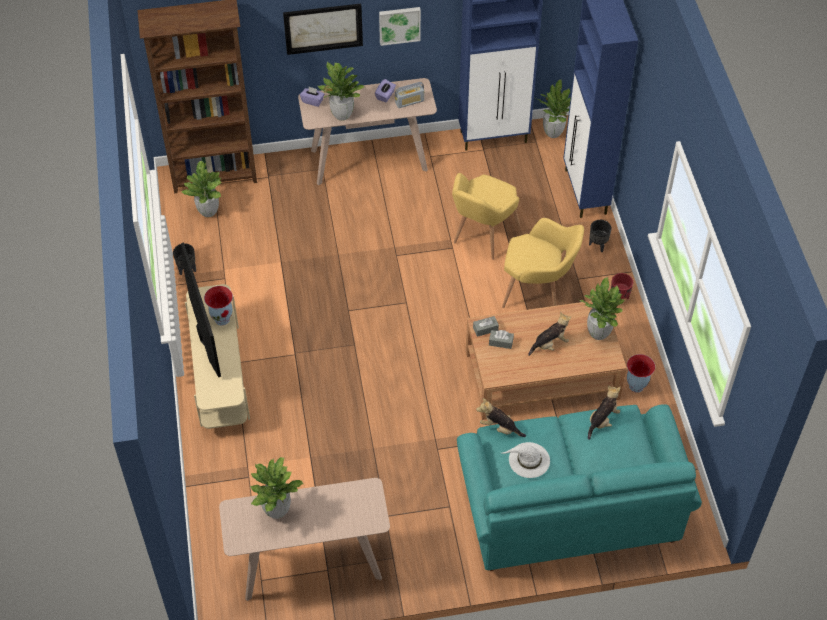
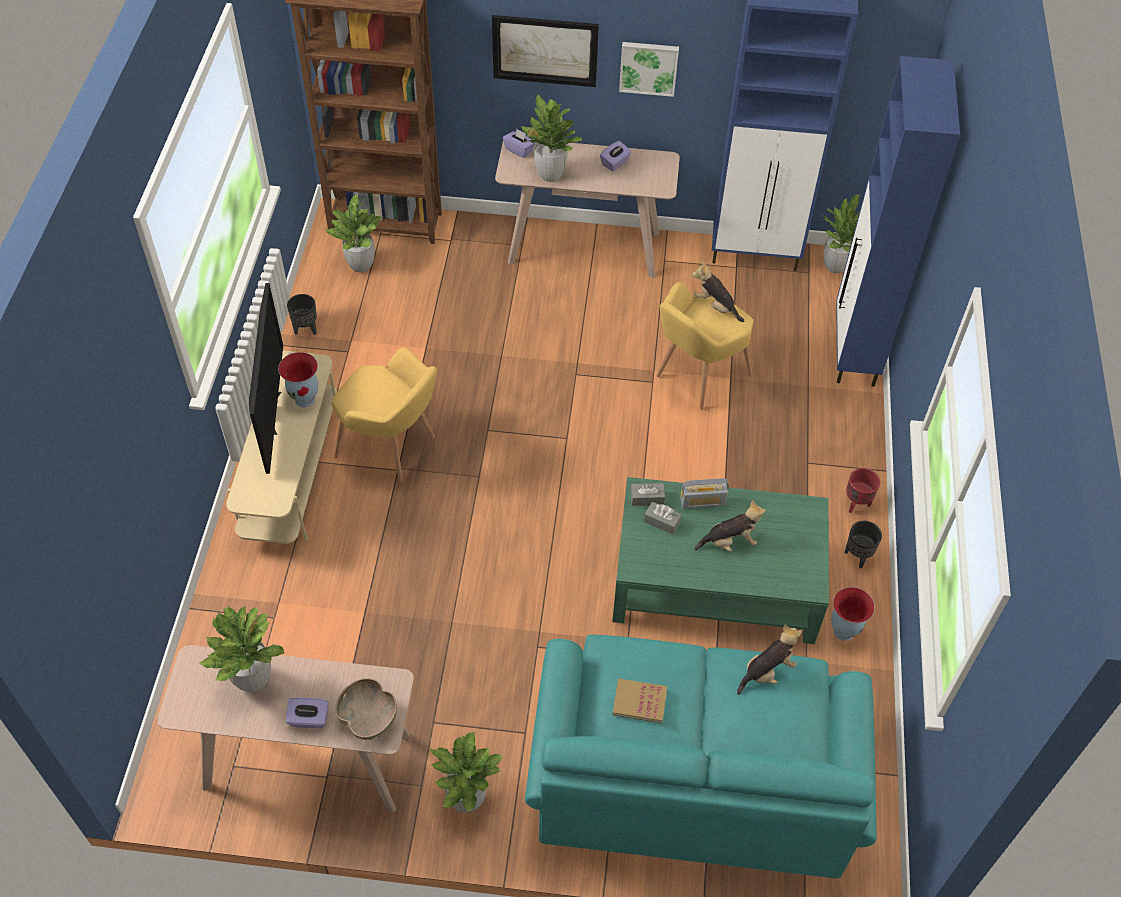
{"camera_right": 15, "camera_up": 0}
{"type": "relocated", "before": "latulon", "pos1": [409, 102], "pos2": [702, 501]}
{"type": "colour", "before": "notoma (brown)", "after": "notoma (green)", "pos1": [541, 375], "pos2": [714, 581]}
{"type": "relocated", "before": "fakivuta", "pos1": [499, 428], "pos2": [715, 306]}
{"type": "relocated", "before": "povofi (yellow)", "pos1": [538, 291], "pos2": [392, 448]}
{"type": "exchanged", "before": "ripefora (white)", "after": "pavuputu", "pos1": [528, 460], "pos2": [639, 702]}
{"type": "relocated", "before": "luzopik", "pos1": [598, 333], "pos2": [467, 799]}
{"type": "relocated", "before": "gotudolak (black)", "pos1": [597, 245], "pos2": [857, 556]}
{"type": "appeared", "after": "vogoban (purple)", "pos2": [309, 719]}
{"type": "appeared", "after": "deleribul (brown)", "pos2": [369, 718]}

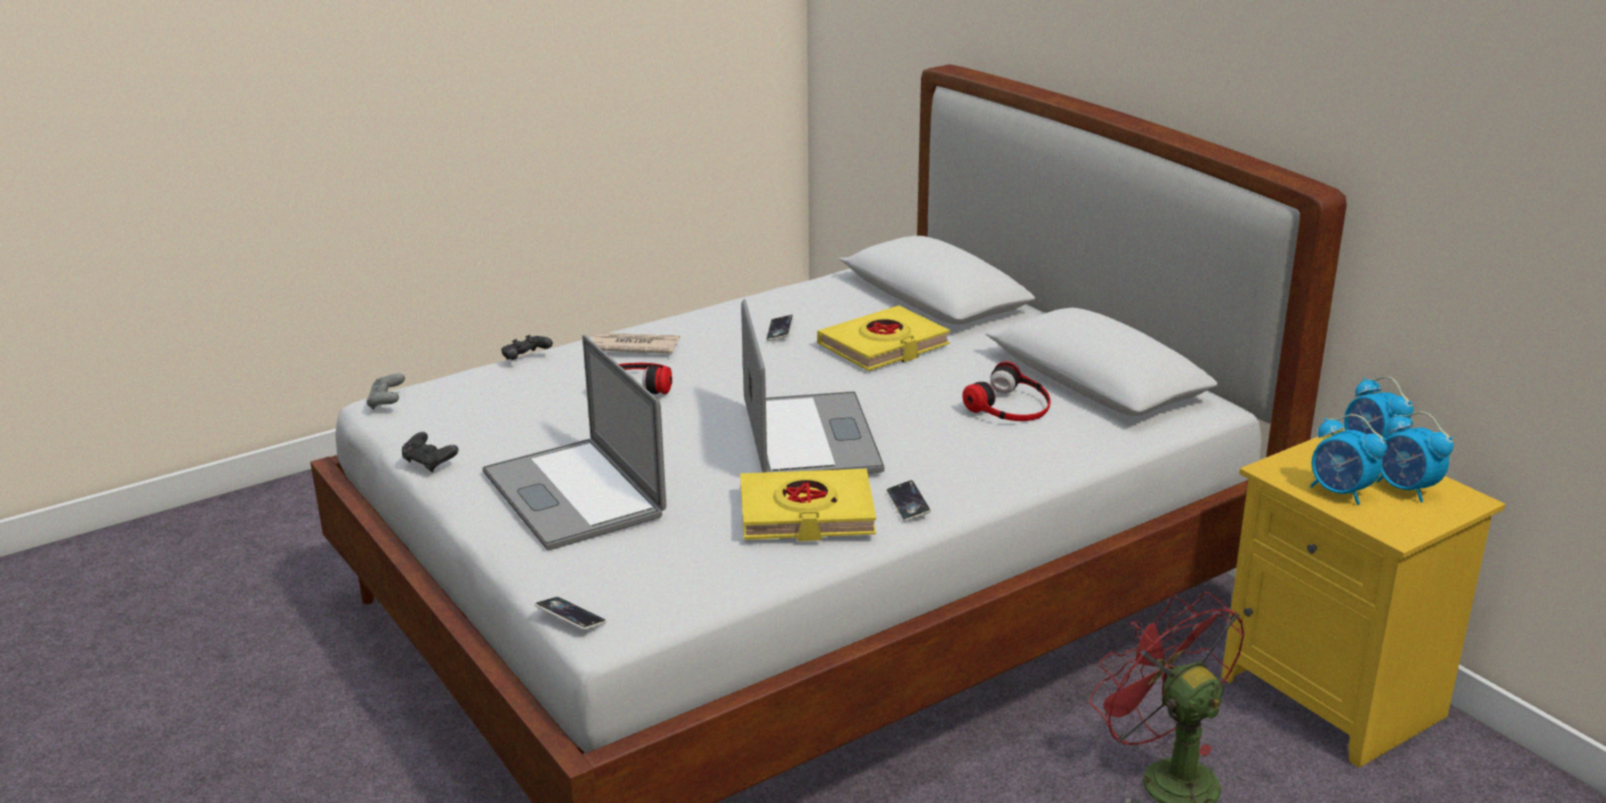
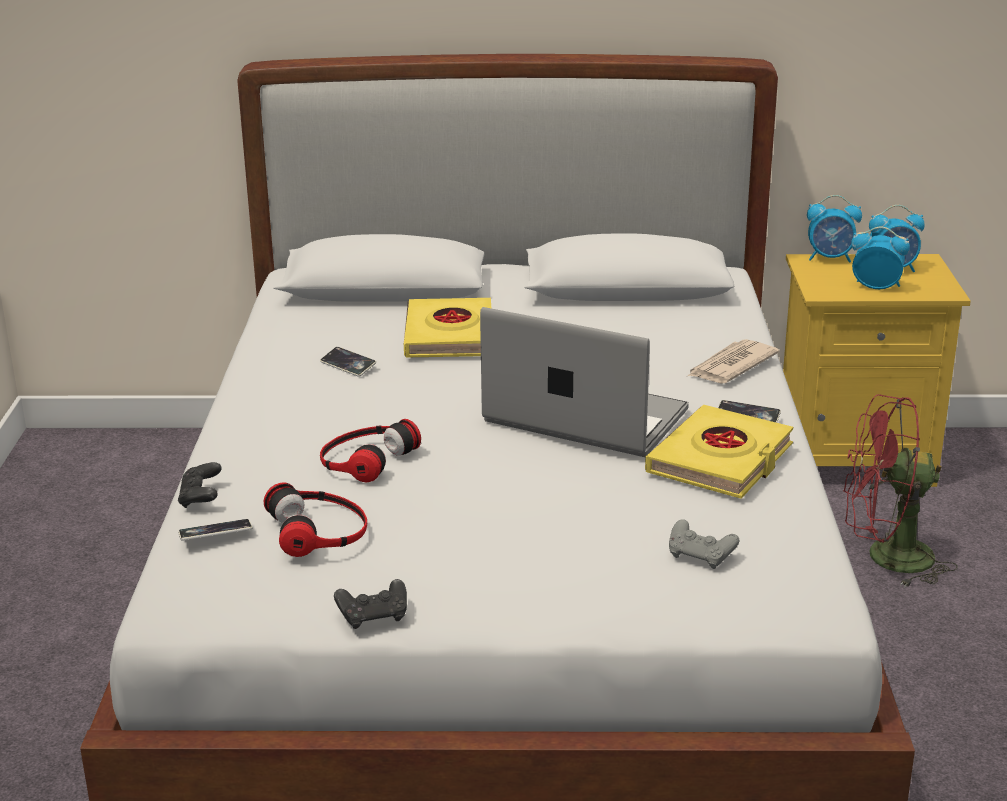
{"camera_right": -55, "camera_up": 0}
{"type": "relocated", "before": "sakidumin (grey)", "pos1": [387, 402], "pos2": [700, 557]}
{"type": "missing", "before": "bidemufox", "pos1": [573, 493]}
{"type": "relocated", "before": "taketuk", "pos1": [570, 617], "pos2": [215, 534]}
{"type": "relocated", "before": "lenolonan", "pos1": [634, 347], "pos2": [730, 366]}
{"type": "relocated", "before": "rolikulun", "pos1": [1011, 405], "pos2": [319, 529]}
{"type": "spun", "before": "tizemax", "pos1": [1340, 492], "pos2": [876, 287], "turn": -150}

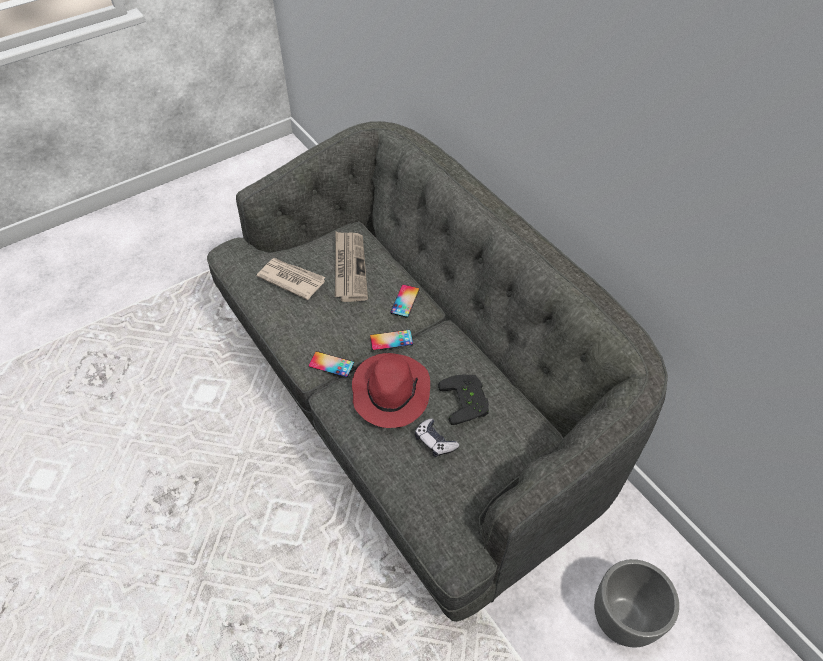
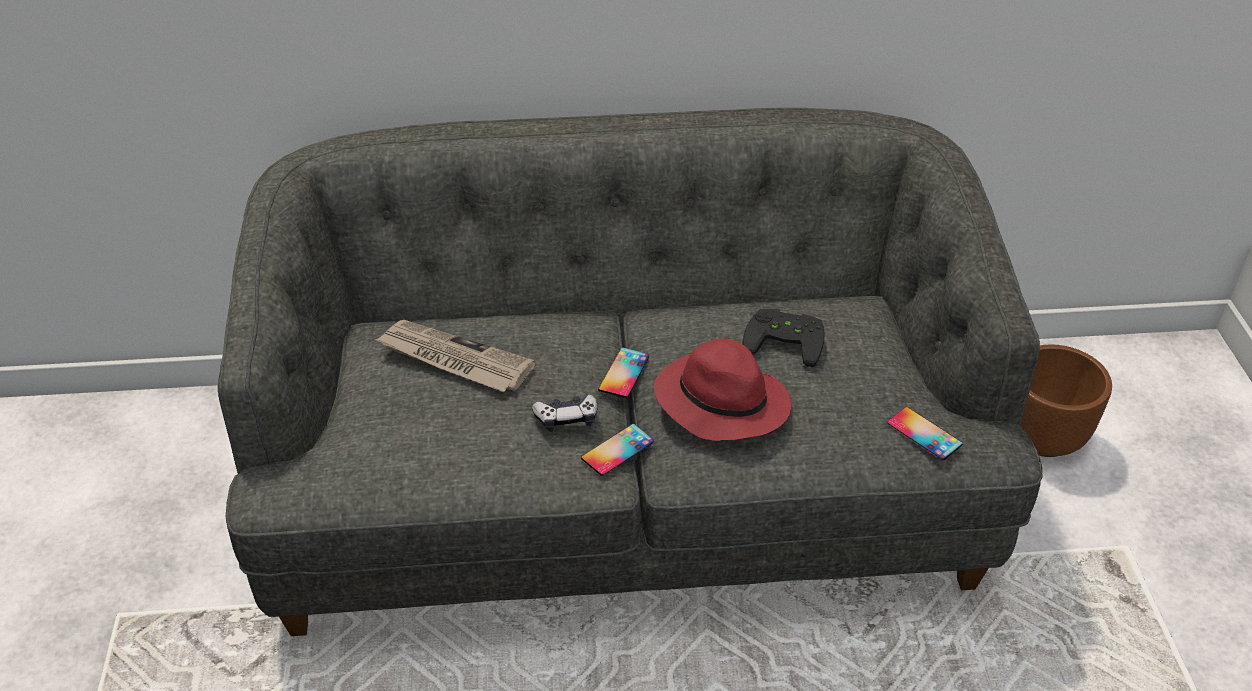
{"camera_right": -60, "camera_up": -10}
{"type": "missing", "before": "lenolonan", "pos1": [291, 279]}
{"type": "relocated", "before": "taketuk", "pos1": [405, 301], "pos2": [924, 433]}
{"type": "relocated", "before": "sakidumin", "pos1": [435, 441], "pos2": [566, 418]}
{"type": "colour", "before": "gotudolak (grey)", "after": "gotudolak (brown)", "pos1": [622, 617], "pos2": [1041, 438]}

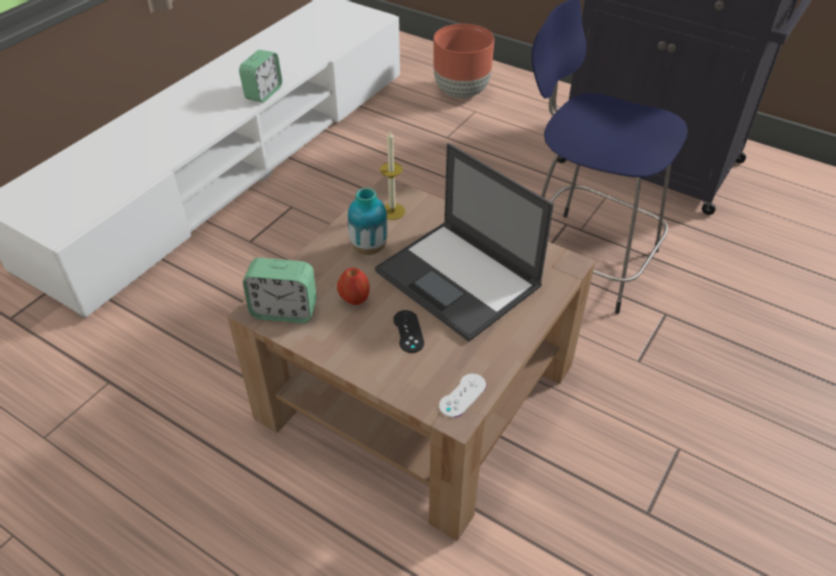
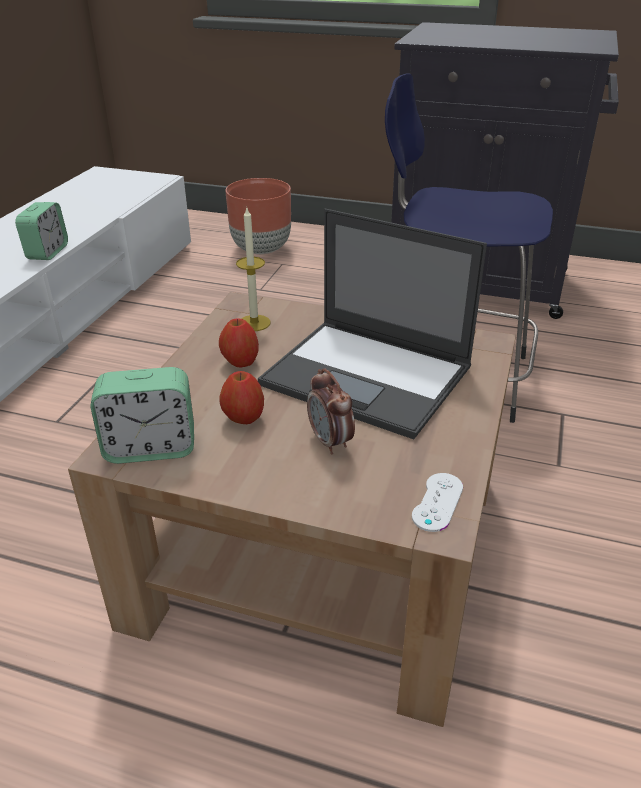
{"camera_right": -15, "camera_up": -10}
{"type": "exchanged", "before": "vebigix", "after": "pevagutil", "pos1": [369, 248], "pos2": [240, 362]}
{"type": "exchanged", "before": "sakidumin (black)", "after": "tizemax", "pos1": [408, 331], "pos2": [330, 442]}

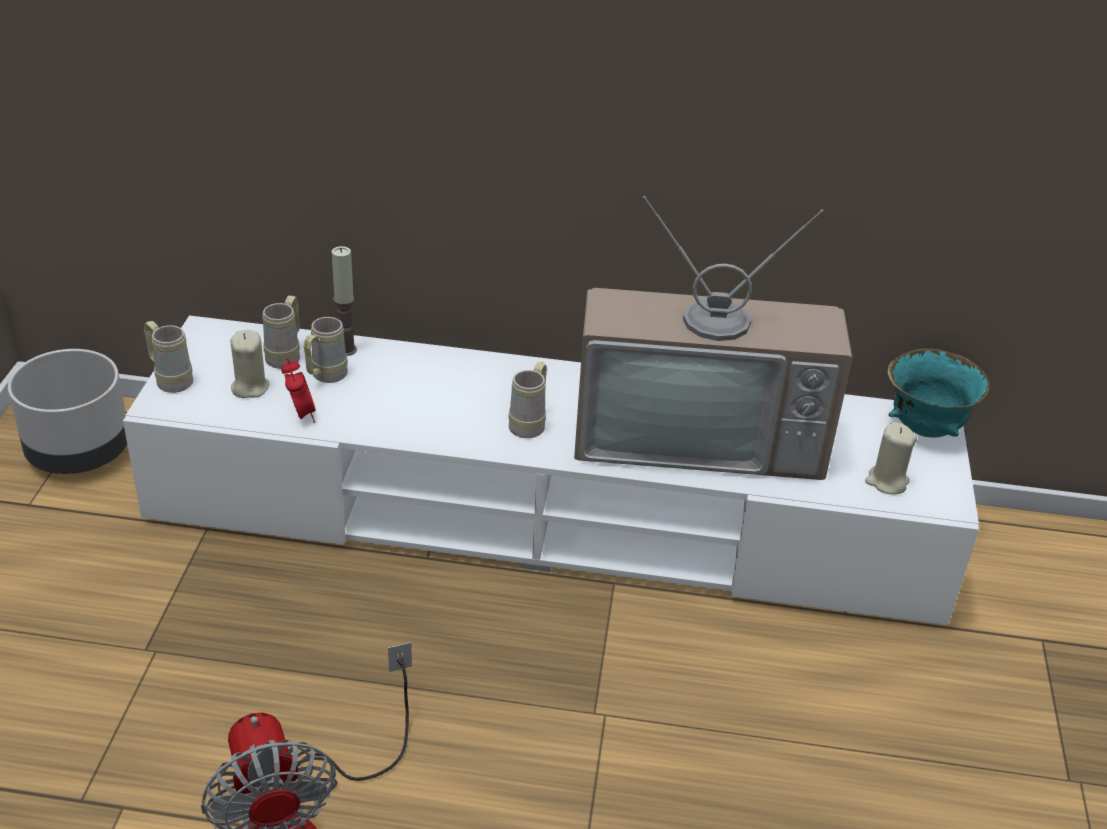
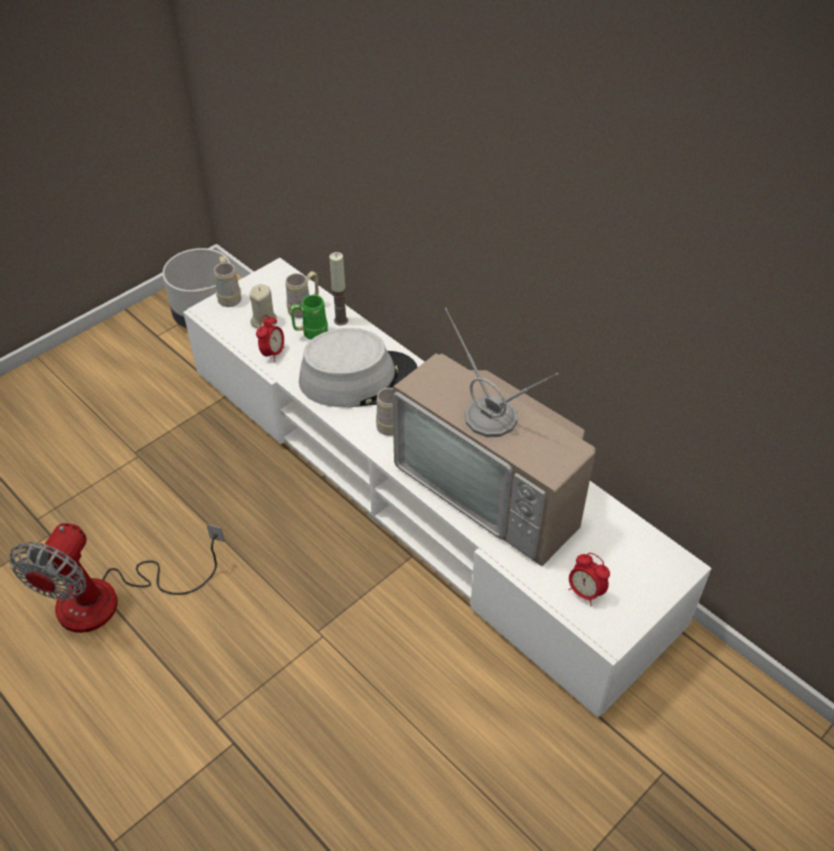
{"camera_right": 40, "camera_up": 10}
{"type": "colour", "before": "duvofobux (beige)", "after": "duvofobux (green)", "pos1": [325, 377], "pos2": [310, 334]}
{"type": "exchanged", "before": "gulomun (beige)", "after": "tizemax", "pos1": [886, 482], "pos2": [585, 592]}
{"type": "missing", "before": "deleribul (turquoise)", "pos1": [924, 429]}
{"type": "appeared", "after": "ripefora (grey)", "pos2": [358, 378]}

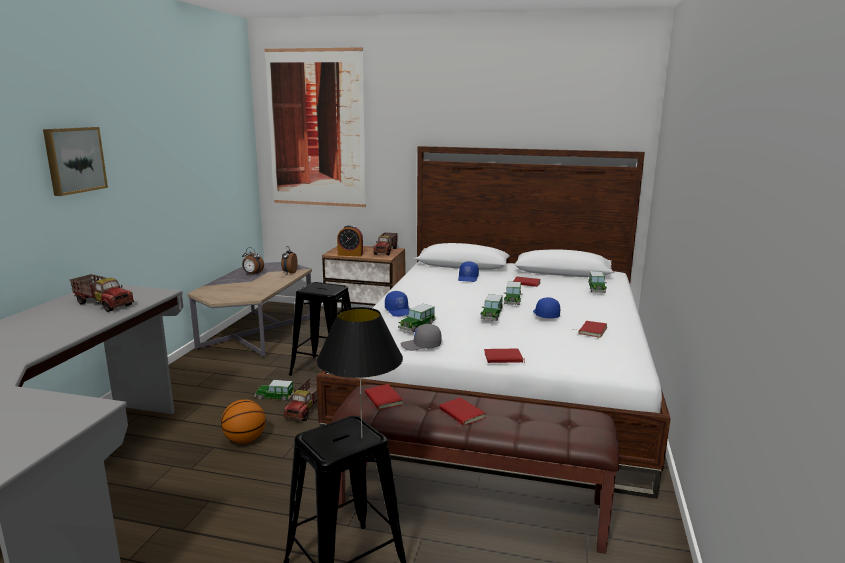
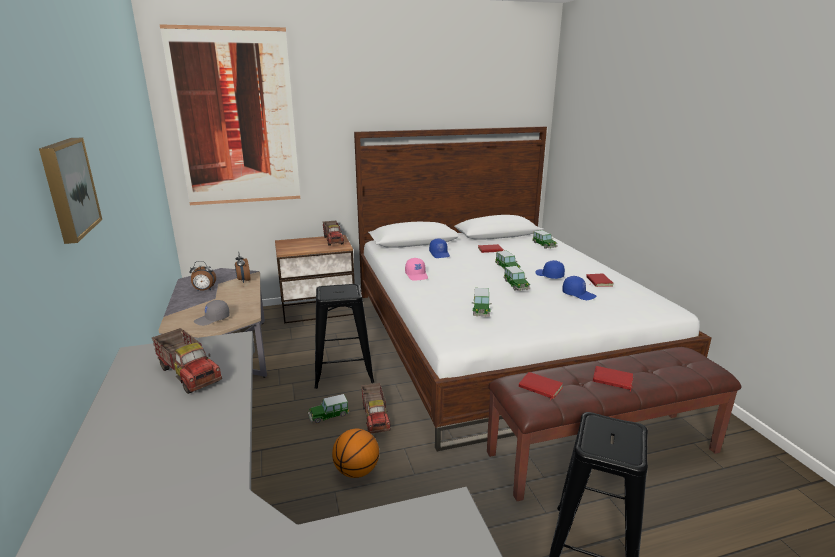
{"camera_right": -30, "camera_up": 5}
{"type": "spun", "before": "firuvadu", "pos1": [104, 304], "pos2": [189, 374], "turn": 45}
{"type": "missing", "before": "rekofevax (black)", "pos1": [362, 438]}
{"type": "missing", "before": "tizemax", "pos1": [350, 254]}
{"type": "relocated", "before": "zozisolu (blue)", "pos1": [399, 311], "pos2": [578, 294]}
{"type": "relocated", "before": "zozisolu (grey)", "pos1": [421, 346], "pos2": [212, 319]}
{"type": "missing", "before": "pavuputu (red)", "pos1": [503, 359]}
{"type": "appeared", "after": "zozisolu (pink)", "pos2": [417, 275]}

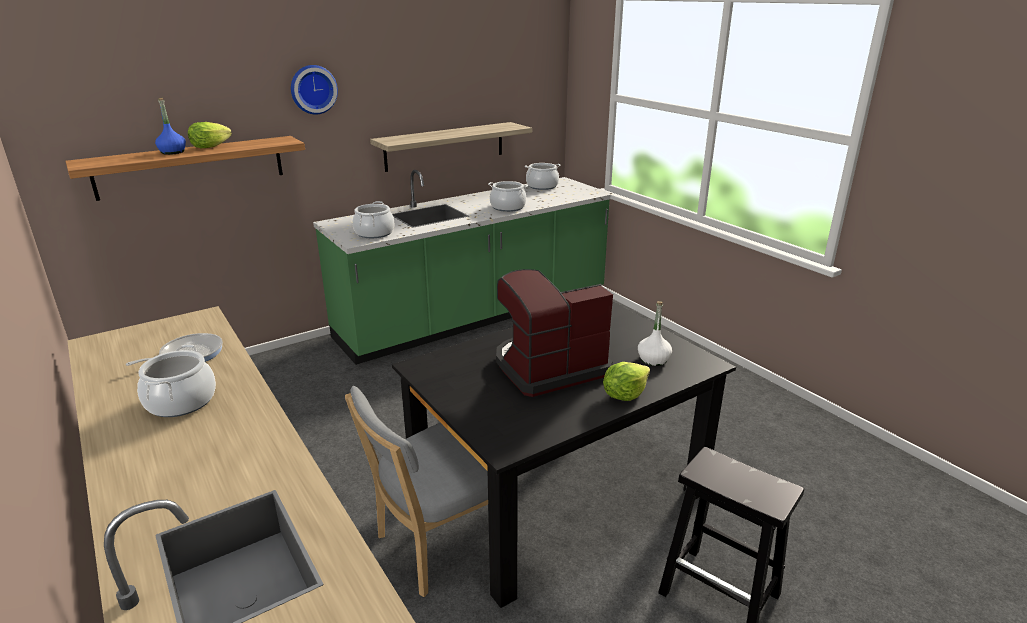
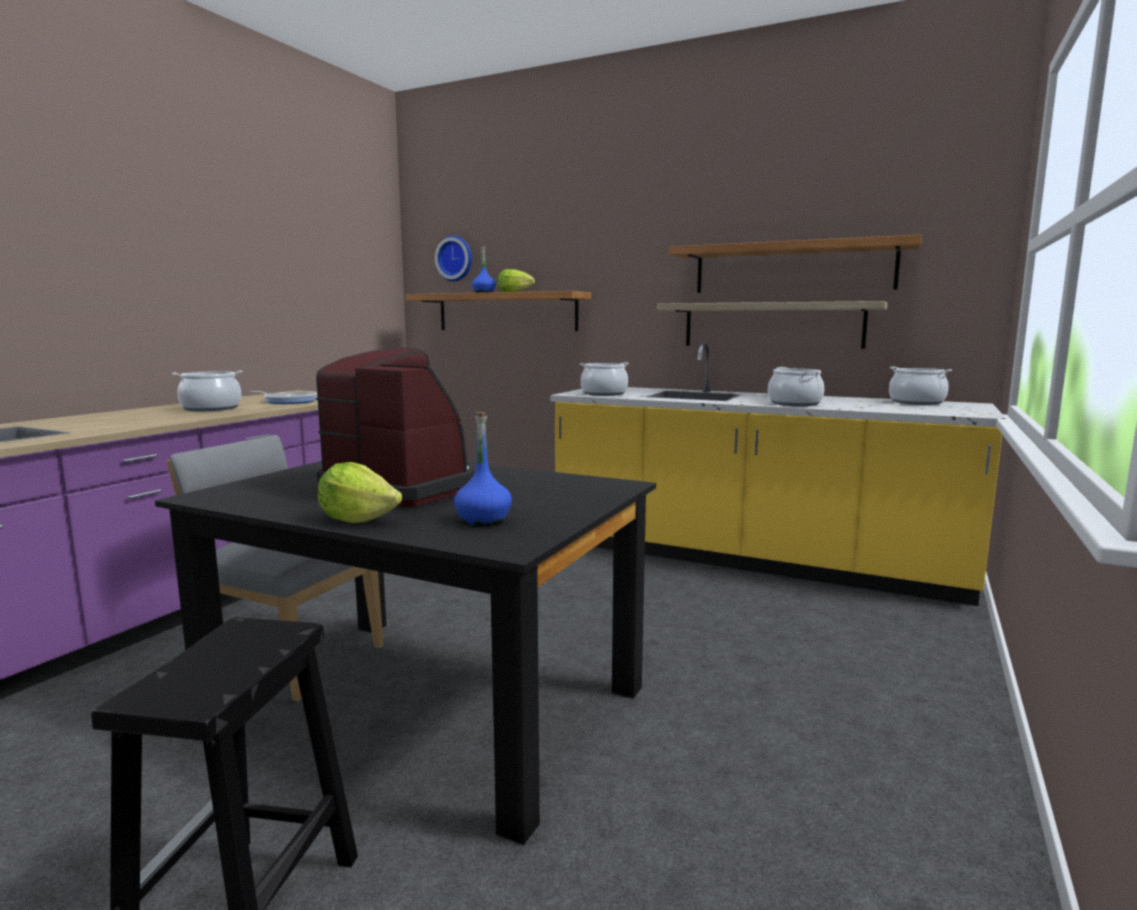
{"camera_right": 60, "camera_up": -15}
{"type": "relocated", "before": "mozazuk", "pos1": [313, 89], "pos2": [455, 259]}
{"type": "colour", "before": "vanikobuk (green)", "after": "vanikobuk (yellow)", "pos1": [476, 316], "pos2": [751, 559]}
{"type": "colour", "before": "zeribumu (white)", "after": "zeribumu (blue)", "pos1": [653, 359], "pos2": [483, 520]}
{"type": "appeared", "after": "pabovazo", "pos2": [792, 268]}

